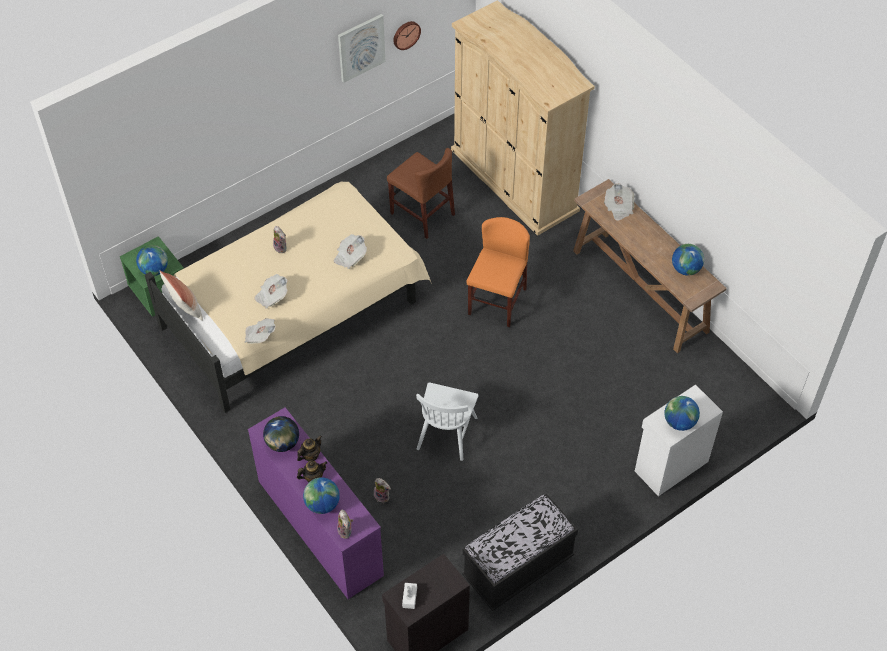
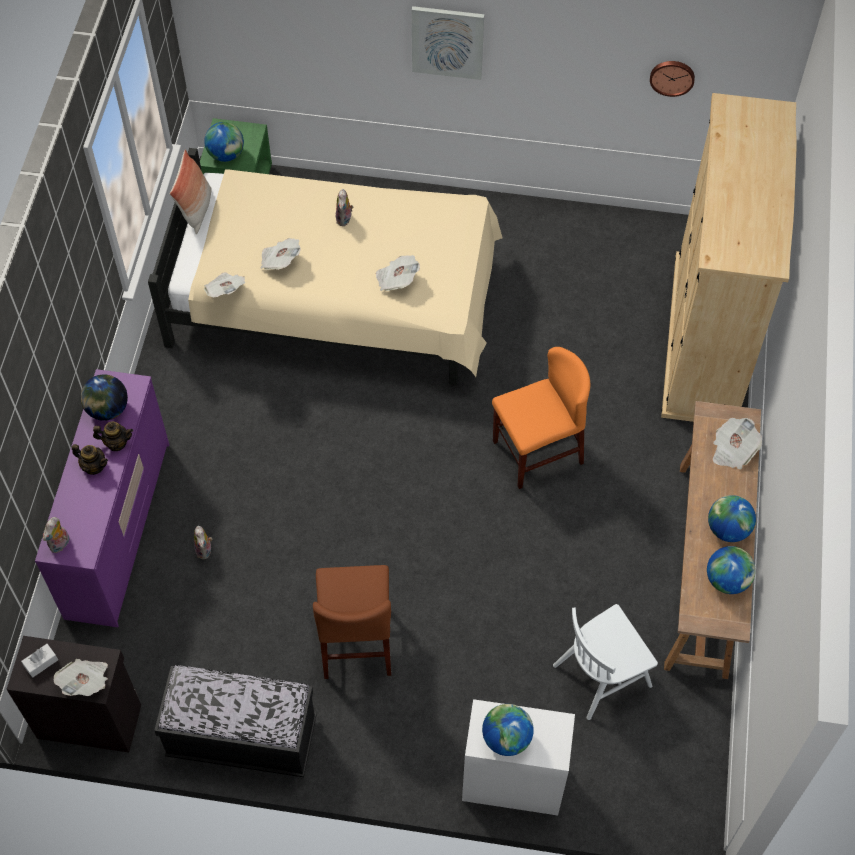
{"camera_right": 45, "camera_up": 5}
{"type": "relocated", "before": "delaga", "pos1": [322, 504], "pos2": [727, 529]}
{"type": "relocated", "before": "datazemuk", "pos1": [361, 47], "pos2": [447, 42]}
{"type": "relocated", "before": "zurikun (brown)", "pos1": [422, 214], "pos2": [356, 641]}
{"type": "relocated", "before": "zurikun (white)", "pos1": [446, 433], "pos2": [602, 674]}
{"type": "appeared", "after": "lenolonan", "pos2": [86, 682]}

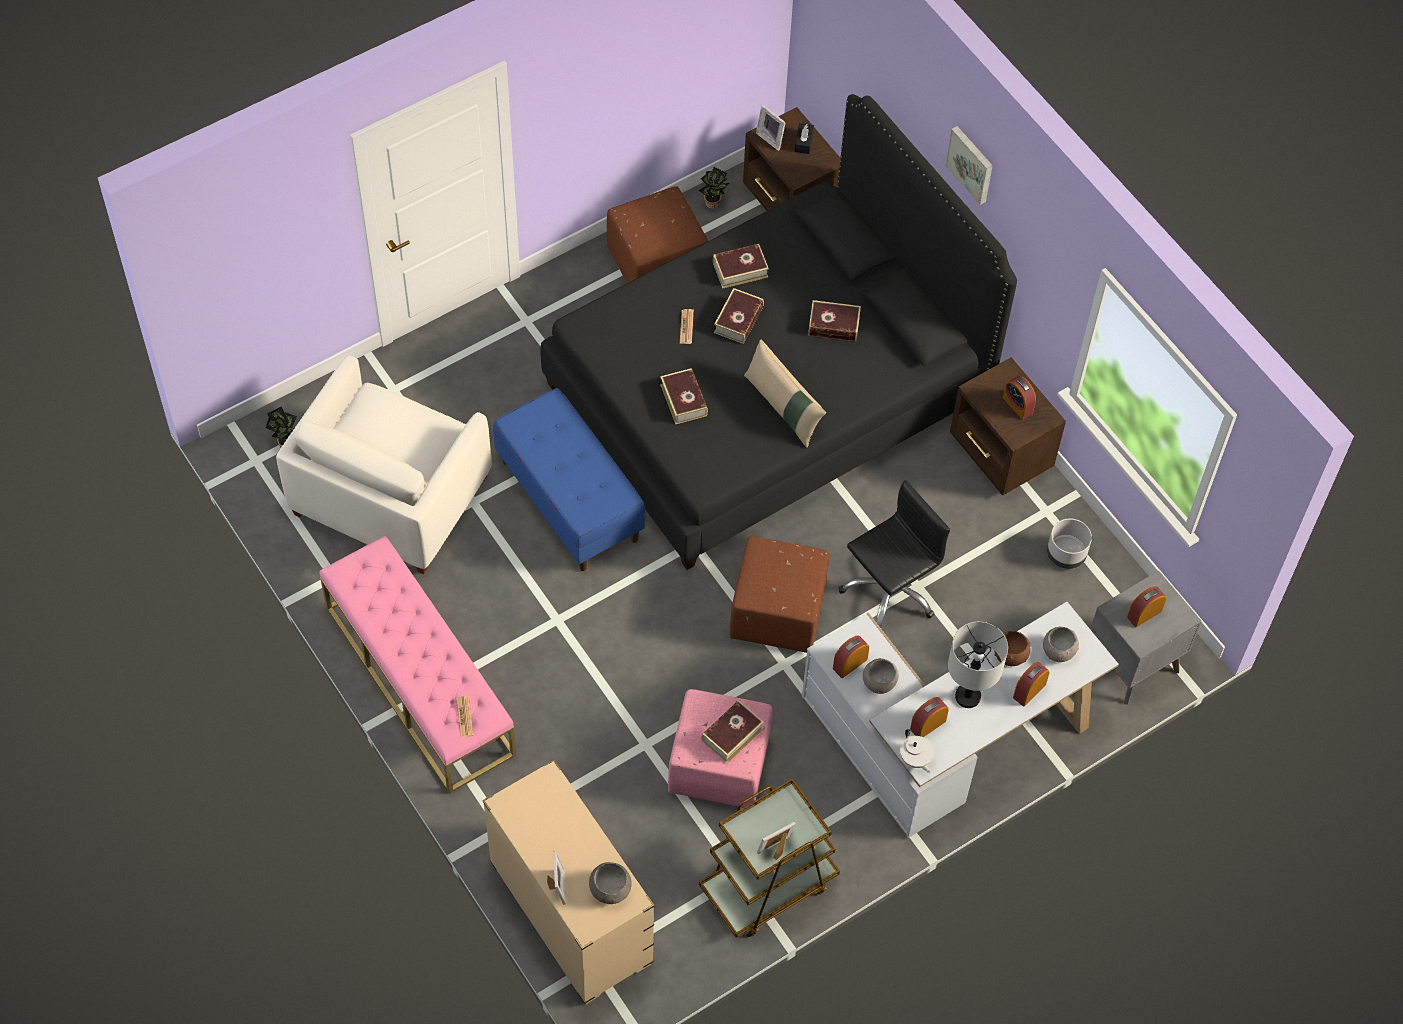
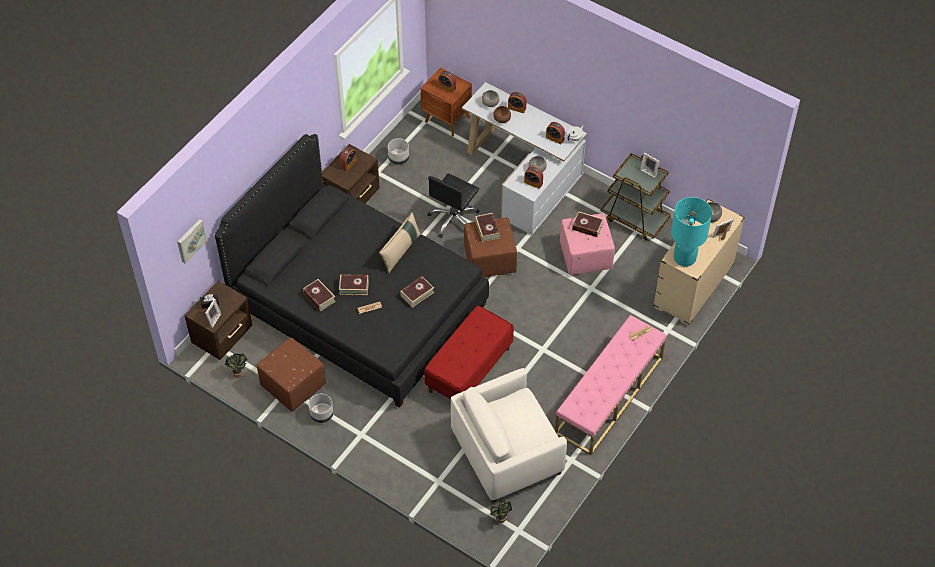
{"camera_right": -110, "camera_up": -5}
{"type": "spun", "before": "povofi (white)", "pos1": [392, 495], "pos2": [507, 453], "turn": 150}
{"type": "colour", "before": "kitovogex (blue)", "after": "kitovogex (red)", "pos1": [570, 500], "pos2": [469, 369]}
{"type": "relocated", "before": "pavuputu", "pos1": [834, 325], "pos2": [487, 229]}
{"type": "spun", "before": "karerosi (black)", "pos1": [889, 590], "pos2": [454, 219], "turn": -90}
{"type": "relocated", "before": "datazemuk", "pos1": [971, 164], "pos2": [190, 240]}
{"type": "missing", "before": "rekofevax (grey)", "pos1": [968, 697]}
{"type": "colour", "before": "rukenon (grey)", "after": "rukenon (brown)", "pos1": [1131, 664], "pos2": [447, 120]}
{"type": "appeared", "after": "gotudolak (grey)", "pos2": [322, 414]}
{"type": "appeared", "after": "rekofevax (turquoise)", "pos2": [684, 258]}

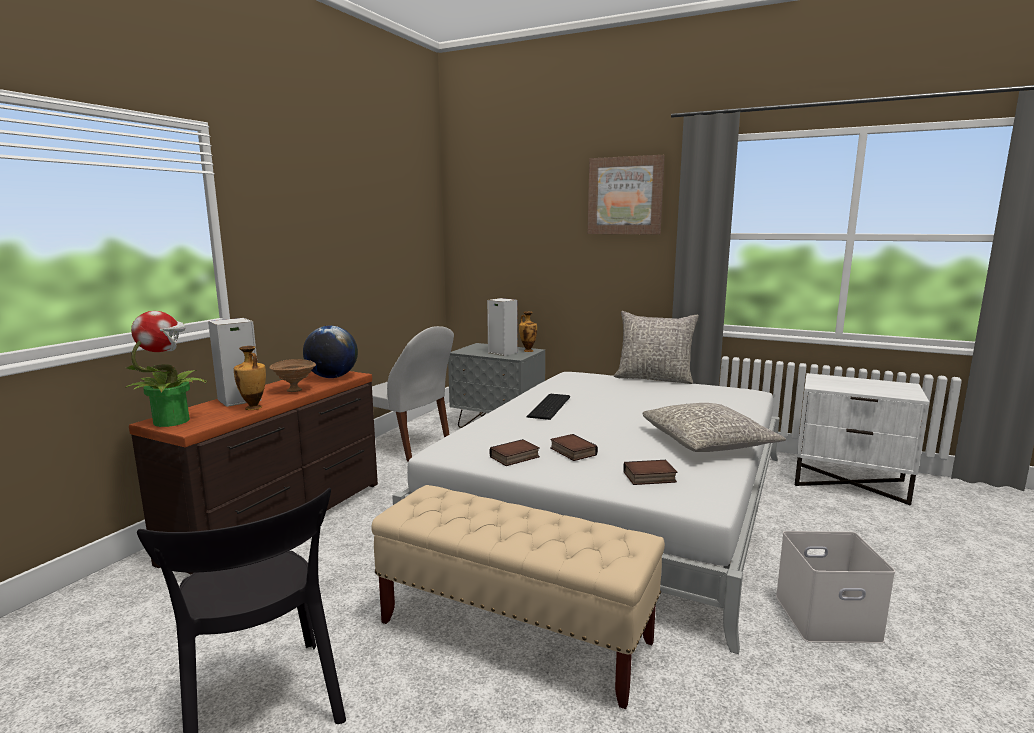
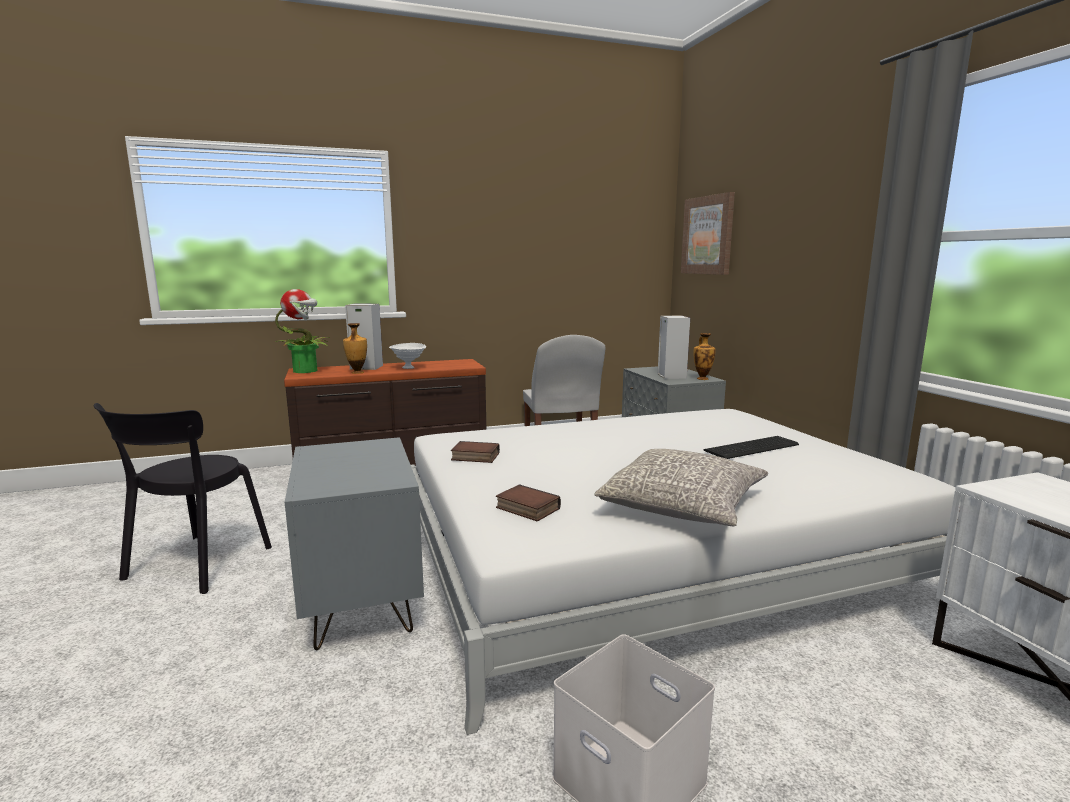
{"camera_right": 45, "camera_up": 0}
{"type": "colour", "before": "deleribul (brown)", "after": "deleribul (white)", "pos1": [295, 390], "pos2": [409, 368]}
{"type": "missing", "before": "delaga", "pos1": [332, 377]}
{"type": "exchanged", "before": "kitovogex (beige)", "after": "rukenon (grey)", "pos1": [514, 633], "pos2": [362, 605]}
{"type": "relocated", "before": "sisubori", "pos1": [551, 406], "pos2": [754, 448]}
{"type": "missing", "before": "pavuputu", "pos1": [571, 451]}
{"type": "relocated", "before": "datazemuk", "pos1": [625, 196], "pos2": [708, 235]}
{"type": "missing", "before": "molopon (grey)", "pos1": [654, 379]}

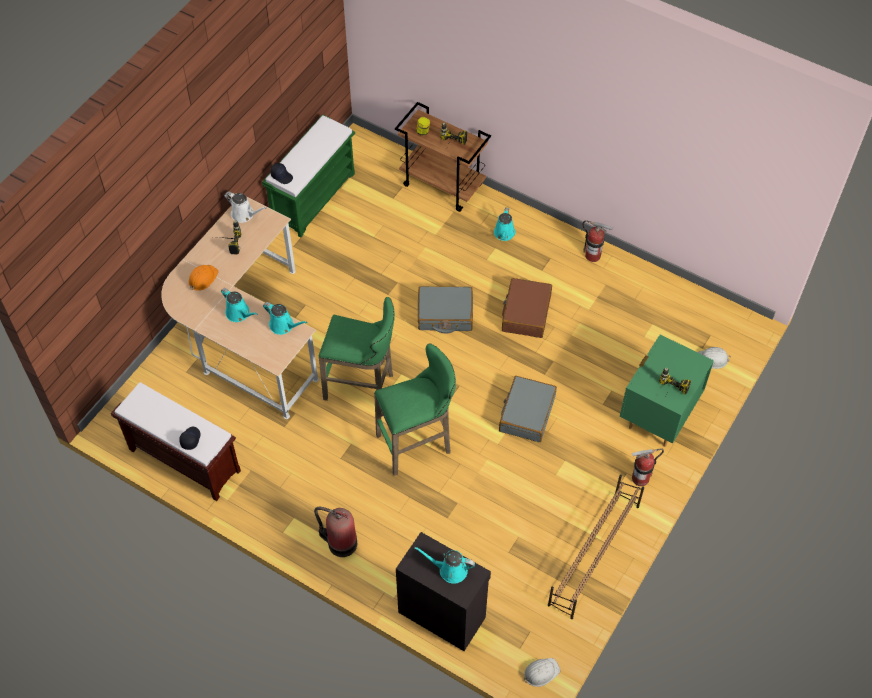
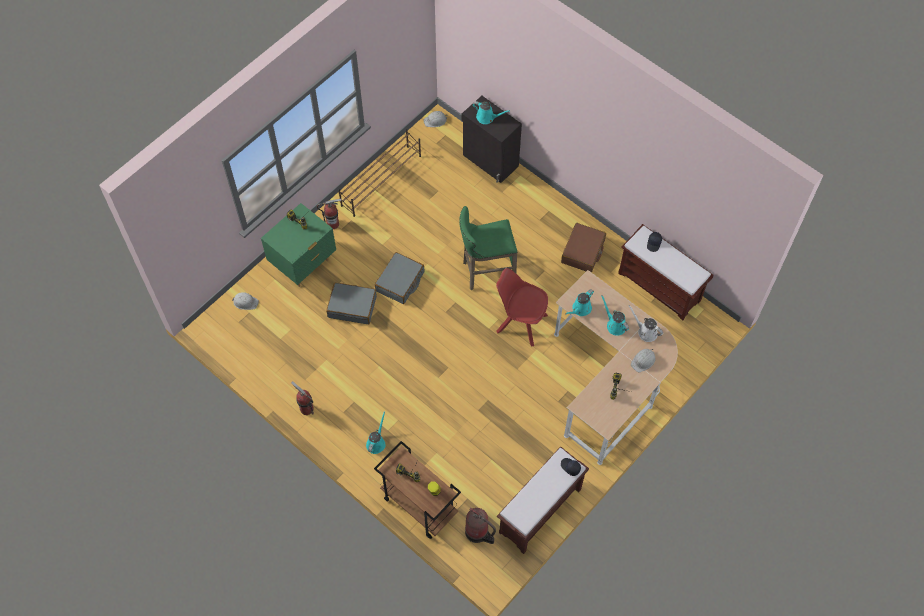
{"camera_right": -170, "camera_up": 5}
{"type": "colour", "before": "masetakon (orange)", "after": "masetakon (white)", "pos1": [202, 278], "pos2": [643, 361]}
{"type": "relocated", "before": "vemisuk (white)", "pos1": [244, 214], "pos2": [645, 332]}
{"type": "colour", "before": "kitovogex (green)", "after": "kitovogex (brown)", "pos1": [314, 197], "pos2": [539, 512]}
{"type": "spun", "before": "vemisuk (turquoise)", "pos1": [283, 325], "pos2": [580, 309], "turn": -90}
{"type": "relocated", "before": "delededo", "pos1": [340, 542], "pos2": [478, 533]}
{"type": "exchanged", "before": "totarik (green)", "after": "zurikun (red)", "pos1": [362, 386], "pos2": [520, 322]}
{"type": "relocated", "before": "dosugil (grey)", "pos1": [445, 314], "pos2": [352, 306]}
{"type": "relocated", "before": "dosugil (brown)", "pos1": [525, 313], "pos2": [583, 252]}

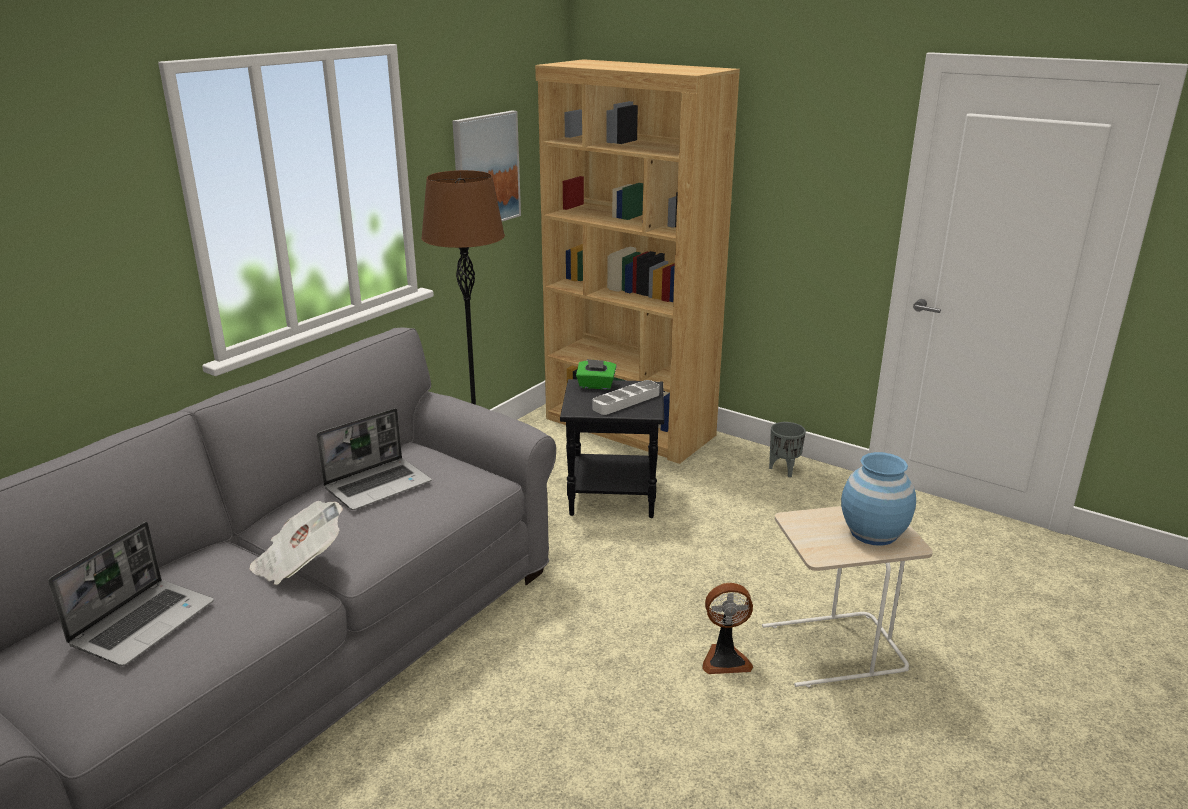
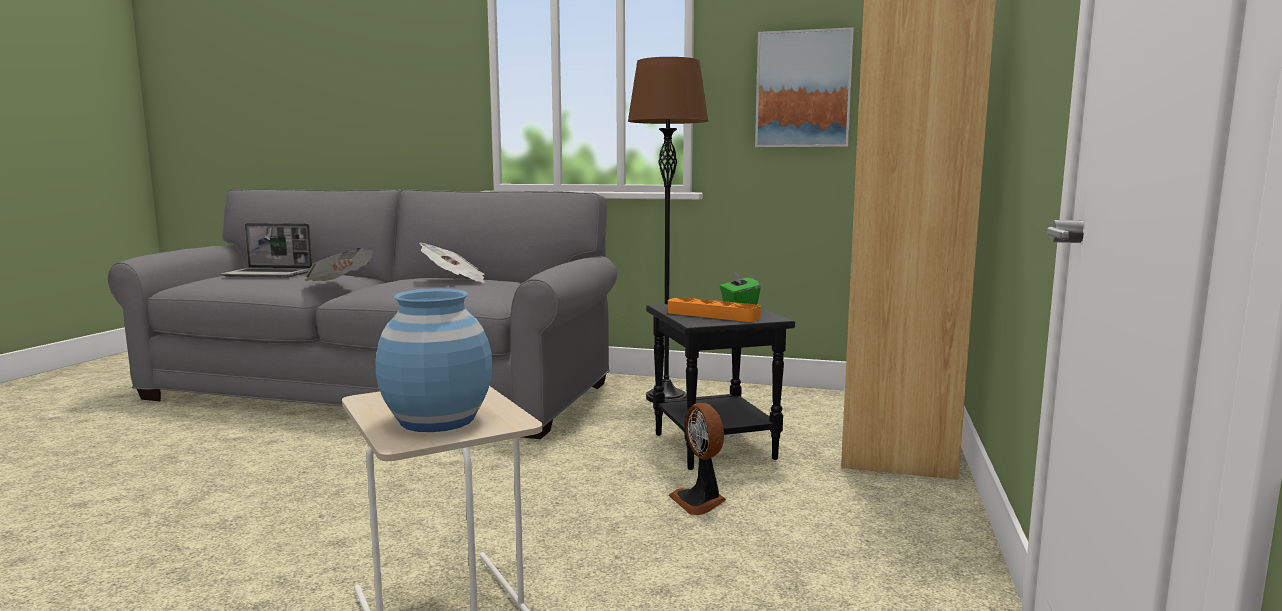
{"camera_right": 70, "camera_up": -15}
{"type": "exchanged", "before": "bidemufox", "after": "lenolonan", "pos1": [378, 485], "pos2": [455, 281]}
{"type": "colour", "before": "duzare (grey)", "after": "duzare (orange)", "pos1": [626, 401], "pos2": [713, 315]}
{"type": "relocated", "before": "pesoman", "pos1": [725, 659], "pos2": [700, 501]}
{"type": "missing", "before": "gotudolak (grey)", "pos1": [784, 470]}

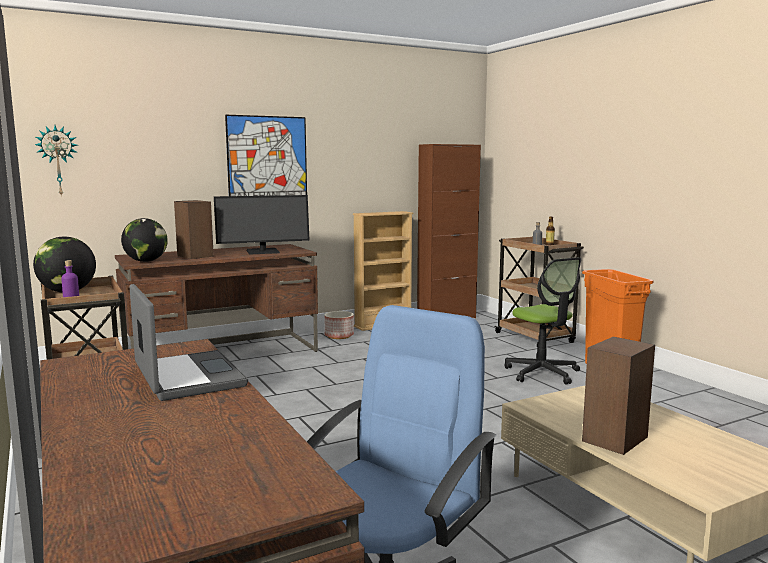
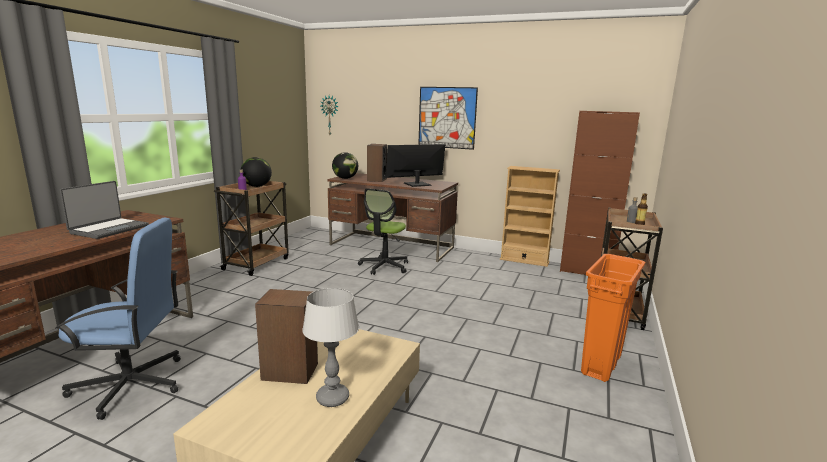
{"camera_right": 50, "camera_up": 5}
{"type": "spun", "before": "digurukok", "pos1": [263, 252], "pos2": [417, 184], "turn": 120}
{"type": "missing", "before": "gotudolak", "pos1": [339, 336]}
{"type": "relocated", "before": "karerosi", "pos1": [542, 373], "pos2": [384, 266]}
{"type": "appeared", "after": "rekofevax", "pos2": [332, 398]}

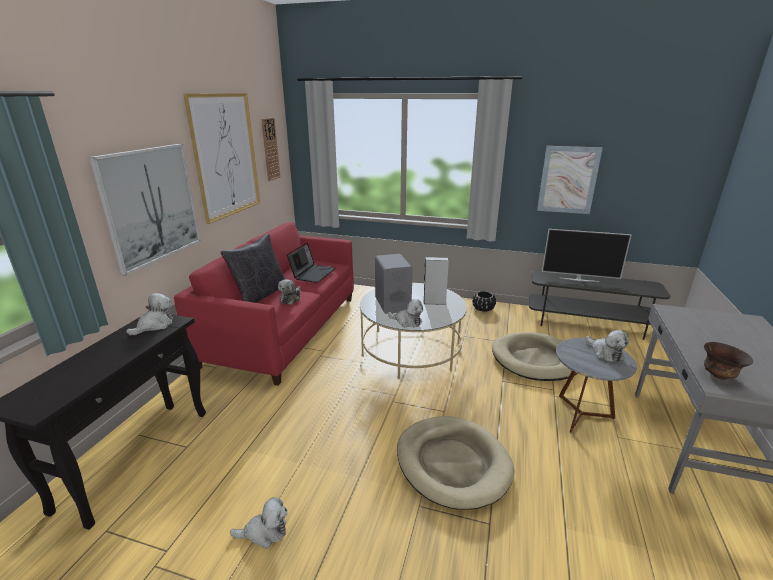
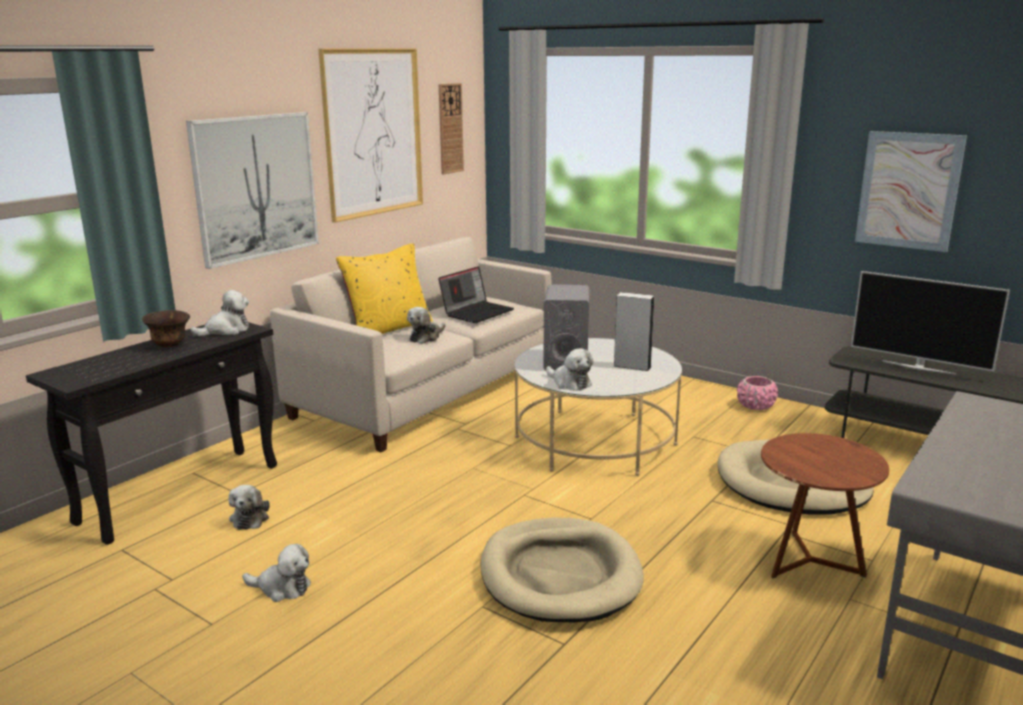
{"camera_right": 20, "camera_up": -5}
{"type": "colour", "before": "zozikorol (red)", "after": "zozikorol (beige)", "pos1": [284, 329], "pos2": [426, 391]}
{"type": "colour", "before": "molopon (black)", "after": "molopon (yellow)", "pos1": [260, 295], "pos2": [388, 329]}
{"type": "colour", "before": "gotudolak (black)", "after": "gotudolak (pink)", "pos1": [483, 308], "pos2": [756, 406]}
{"type": "colour", "before": "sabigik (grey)", "after": "sabigik (brown)", "pos1": [581, 415], "pos2": [810, 562]}
{"type": "relocated", "before": "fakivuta", "pos1": [605, 353], "pos2": [250, 517]}
{"type": "relocated", "before": "deleribul (brown)", "pos1": [719, 375], "pos2": [170, 345]}

